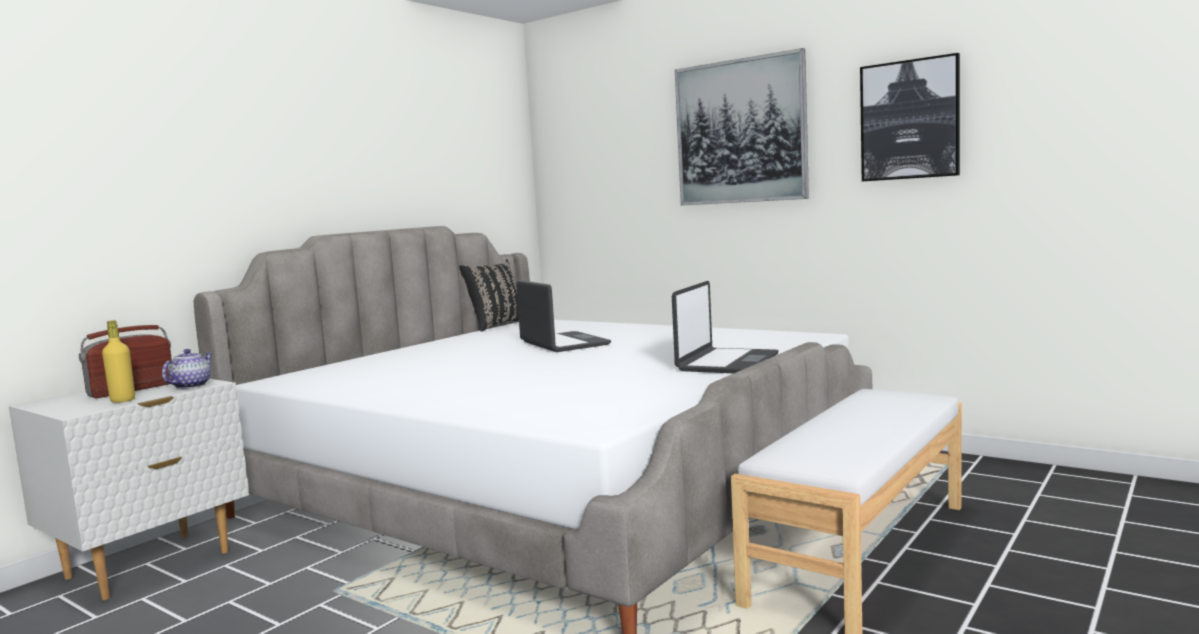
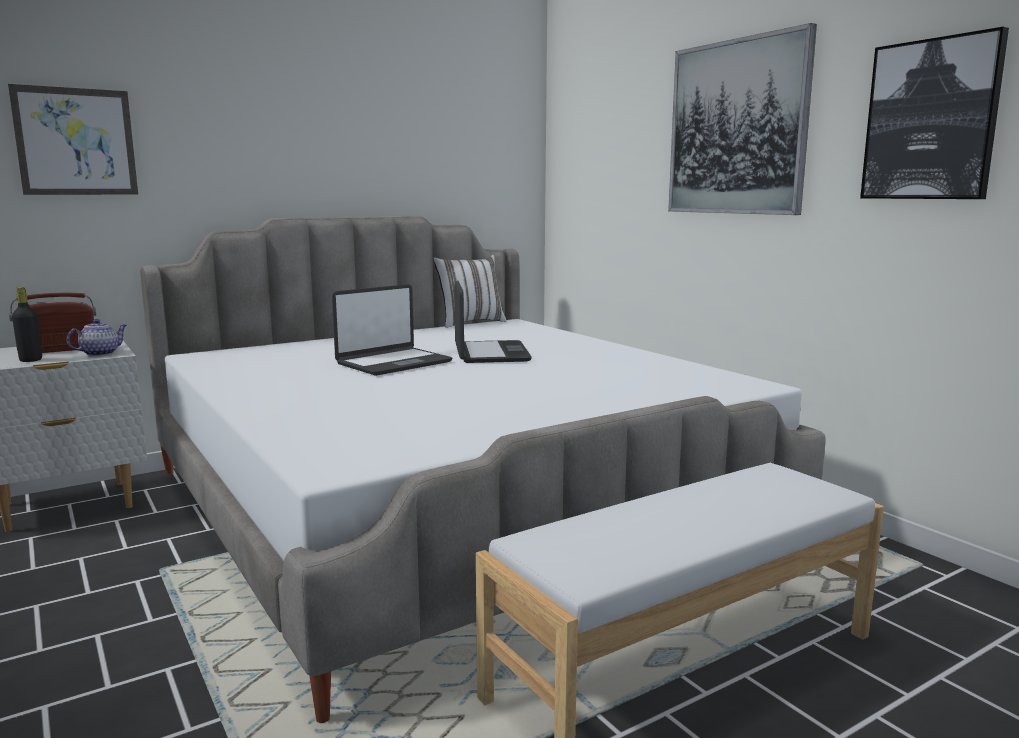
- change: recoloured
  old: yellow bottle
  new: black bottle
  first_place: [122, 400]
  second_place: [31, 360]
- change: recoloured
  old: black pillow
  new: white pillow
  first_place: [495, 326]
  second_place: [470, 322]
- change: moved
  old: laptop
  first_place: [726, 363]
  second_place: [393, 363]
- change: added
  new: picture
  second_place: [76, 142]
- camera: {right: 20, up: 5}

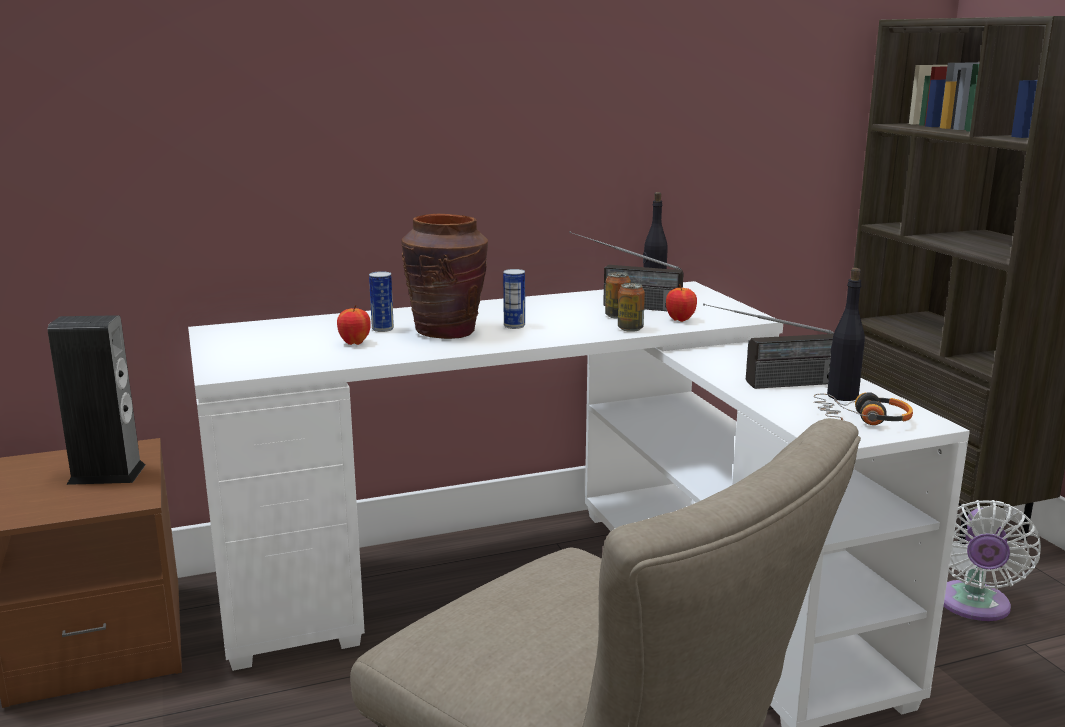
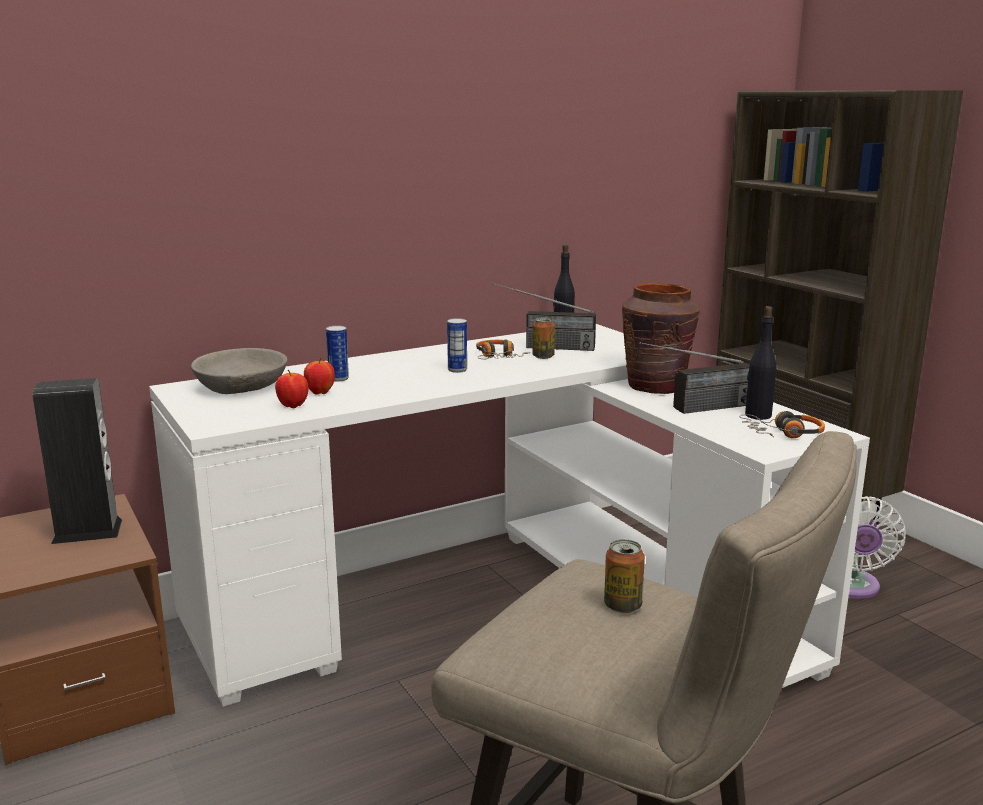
- change: moved
  old: brown vase
  first_place: [446, 331]
  second_place: [655, 387]
- change: moved
  old: can
  first_place: [630, 329]
  second_place: [622, 606]
- change: moved
  old: apple
  first_place: [680, 320]
  second_place: [293, 406]
- change: added
  new: grey bowl
  second_place: [242, 387]
- change: added
  new: headphones
  second_place: [498, 358]
- camera: {right: -10, up: 0}

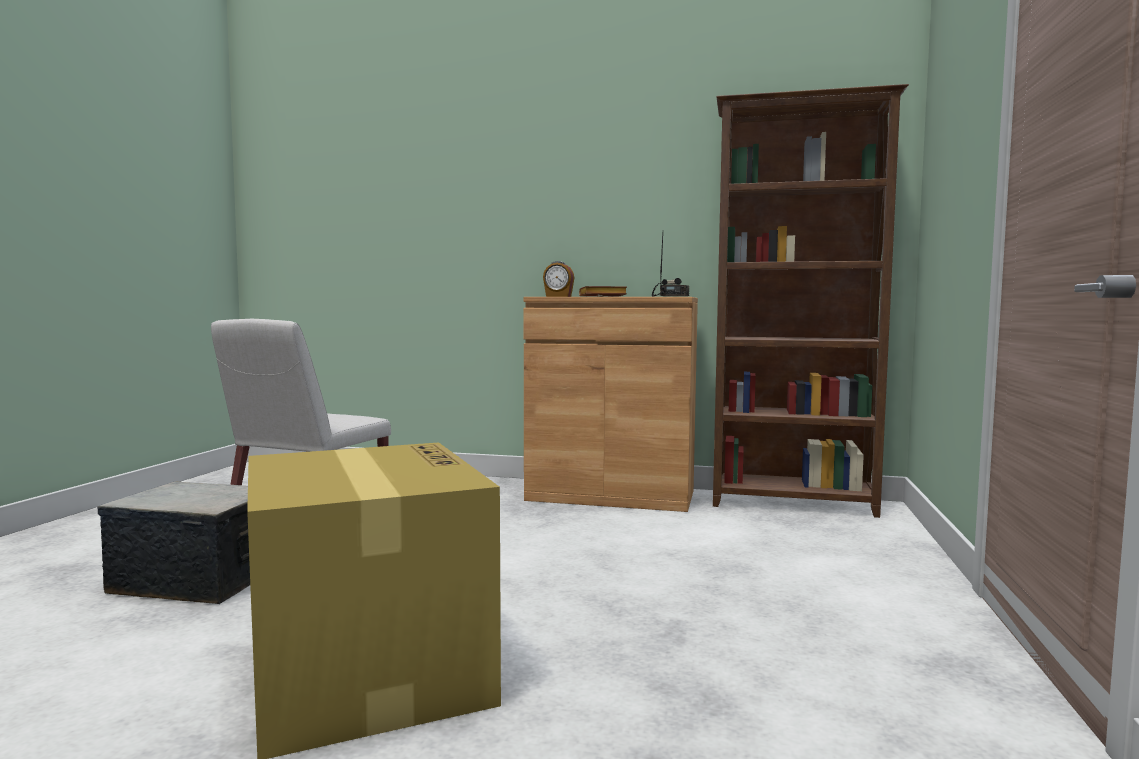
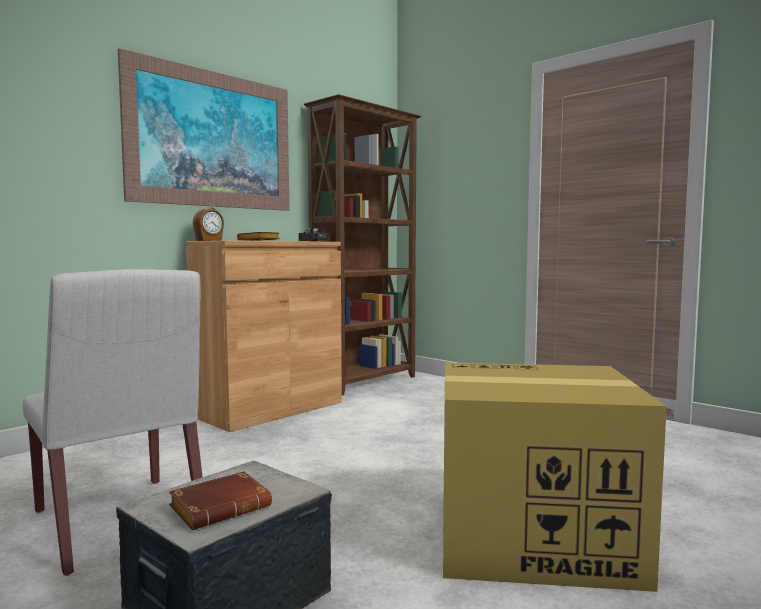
- change: added
  new: picture
  second_place: [213, 140]
- change: added
  new: brown book
  second_place: [222, 507]
- camera: {right: -60, up: 0}

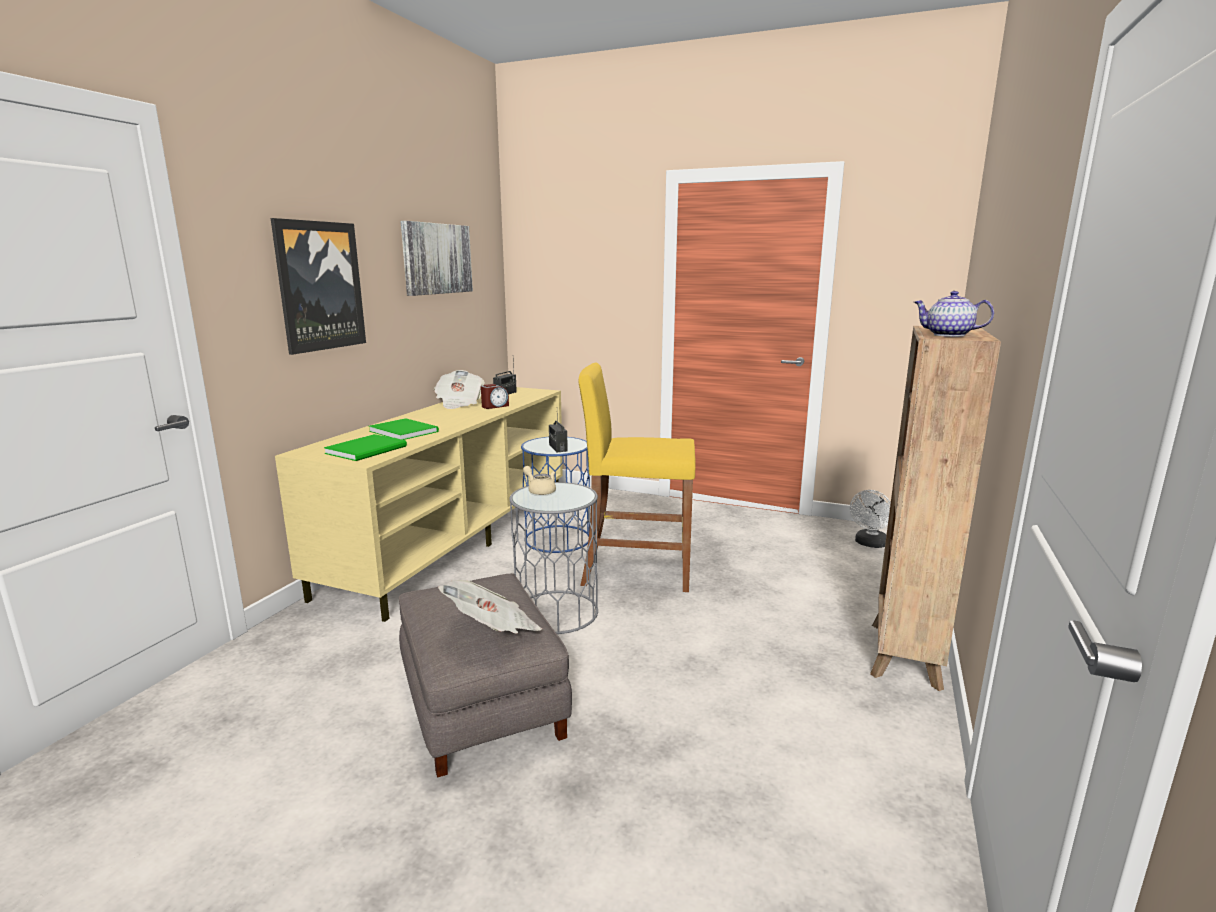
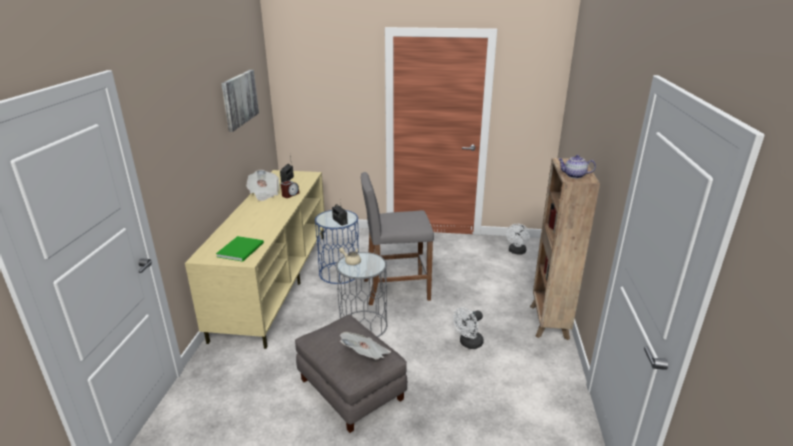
- change: removed
  old: picture
  first_place: [319, 286]
- change: removed
  old: green book
  first_place: [404, 431]
- change: recoloured
  old: yellow stool
  new: grey stool
  first_place: [636, 570]
  second_place: [396, 289]
- change: added
  new: white fan
  second_place: [468, 343]
- camera: {right: -15, up: 10}

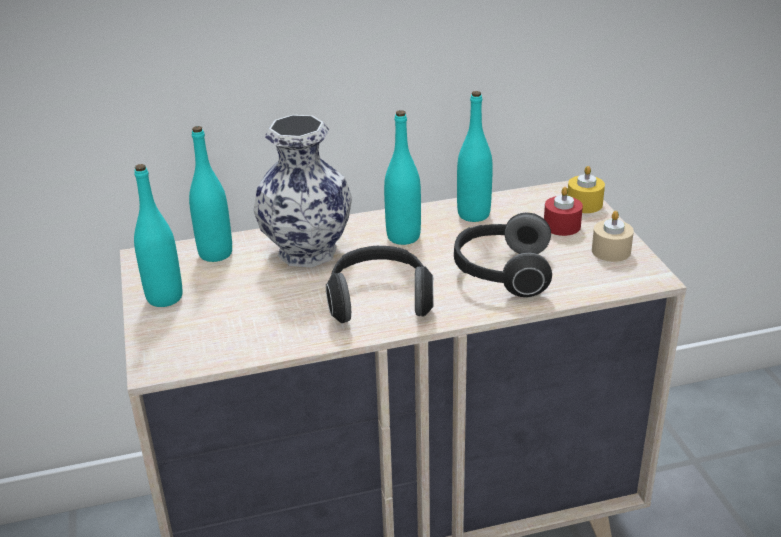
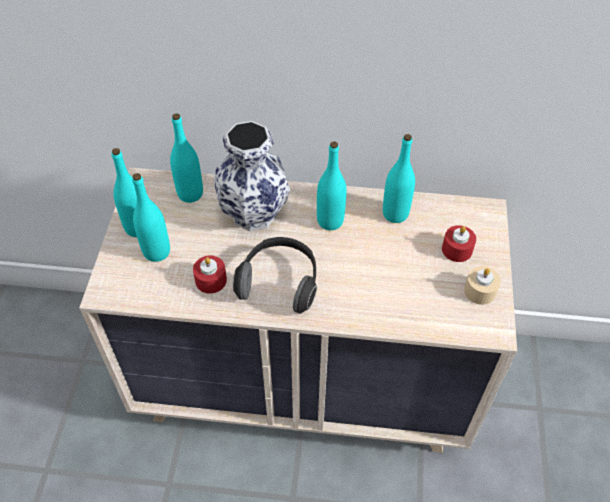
- change: removed
  old: headphones
  first_place: [501, 273]
- change: removed
  old: yellow candle
  first_place: [584, 204]
- change: added
  new: turquoise bottle
  second_place: [157, 252]
- change: added
  new: red candle
  second_place: [211, 280]
- camera: {right: 20, up: 20}

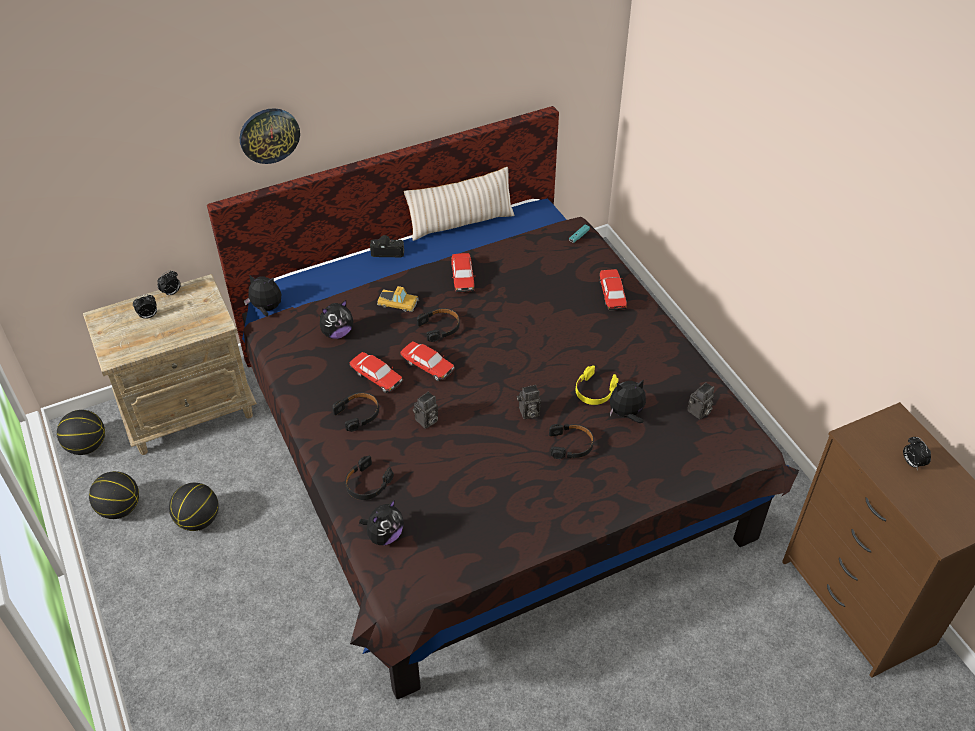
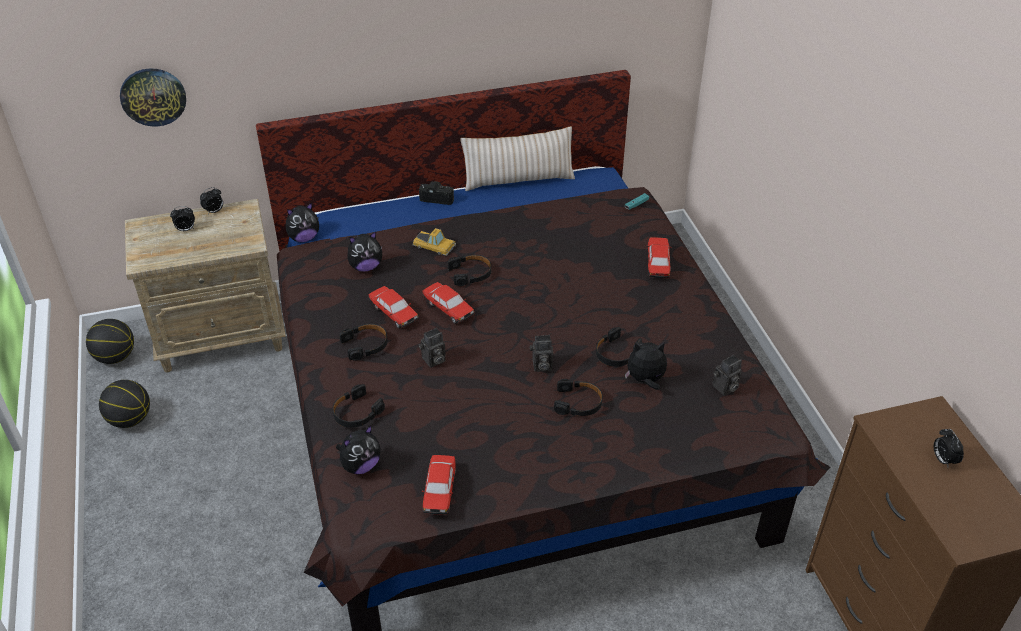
- change: removed
  old: basketball
  first_place: [198, 520]
- change: moved
  old: wall clock
  first_place: [269, 135]
  second_place: [153, 96]
- change: turned
  old: plush toy
  first_place: [266, 309]
  second_place: [304, 238]
  degrees: 135
- change: moved
  old: toy car
  first_place: [462, 278]
  second_place: [440, 490]
- change: recoloured
  old: yellow headphones
  new: black headphones
  first_place: [594, 391]
  second_place: [616, 353]
- camera: {right: 10, up: -5}

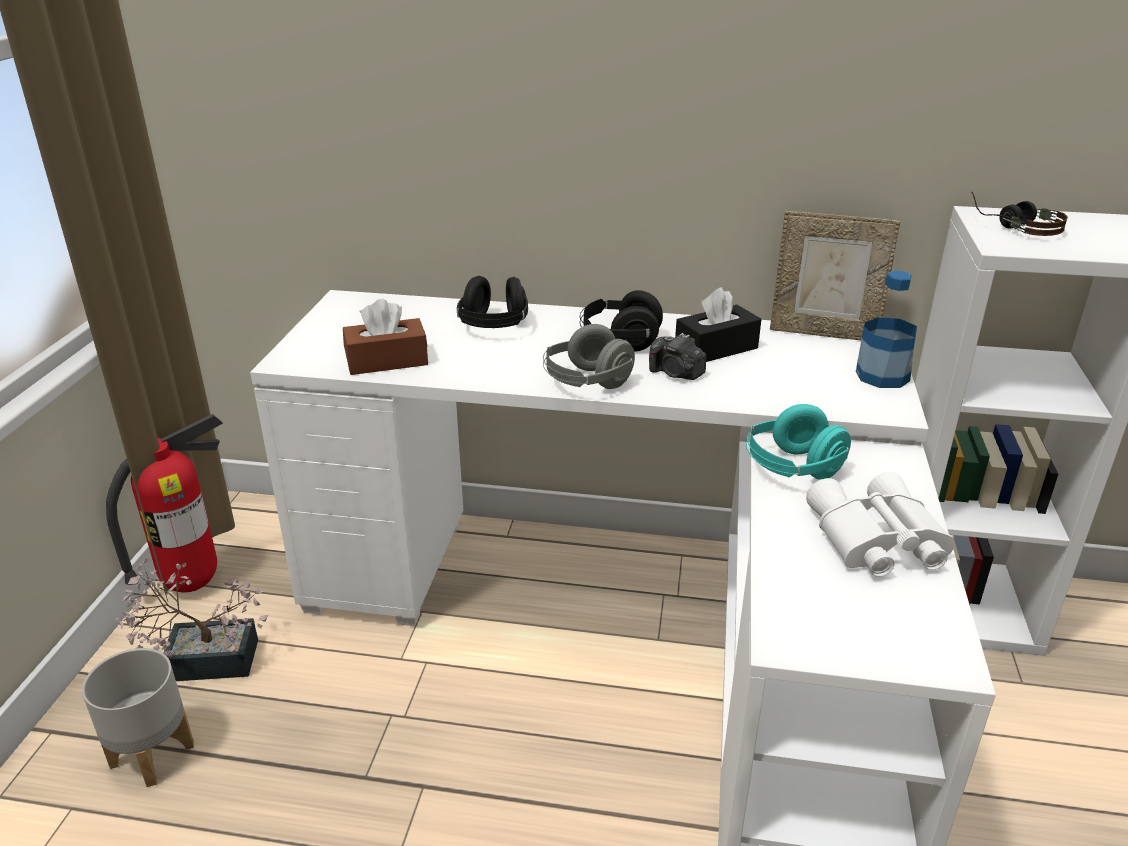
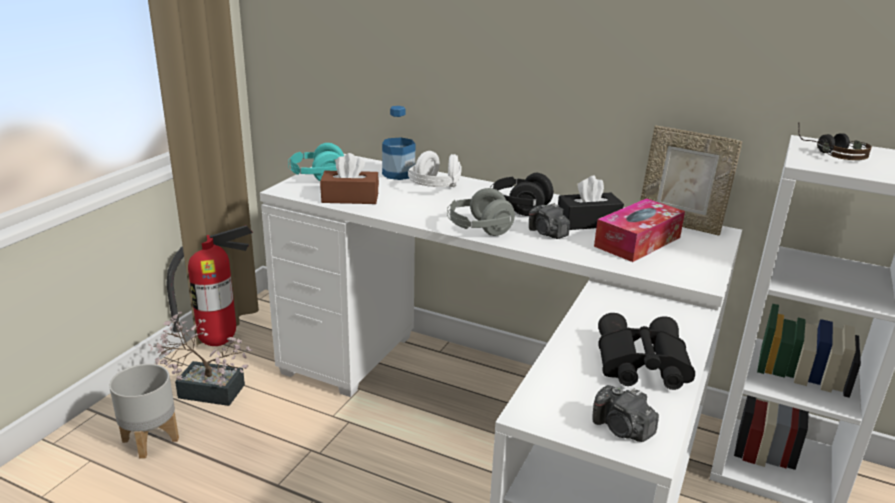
- change: recoloured
  old: black headphones
  new: white headphones
  first_place: [494, 327]
  second_place: [435, 188]
- change: moved
  old: turquoise headphones
  first_place: [792, 468]
  second_place: [317, 178]
- change: recoloured
  old: white binoculars
  new: black binoculars
  first_place: [875, 540]
  second_place: [639, 364]
- change: moved
  old: bottle
  first_place: [882, 376]
  second_place: [398, 174]
- change: added
  new: photo camera
  second_place: [622, 429]
- change: added
  new: tissue box
  second_place: [637, 242]
- camera: {right: 15, up: -5}

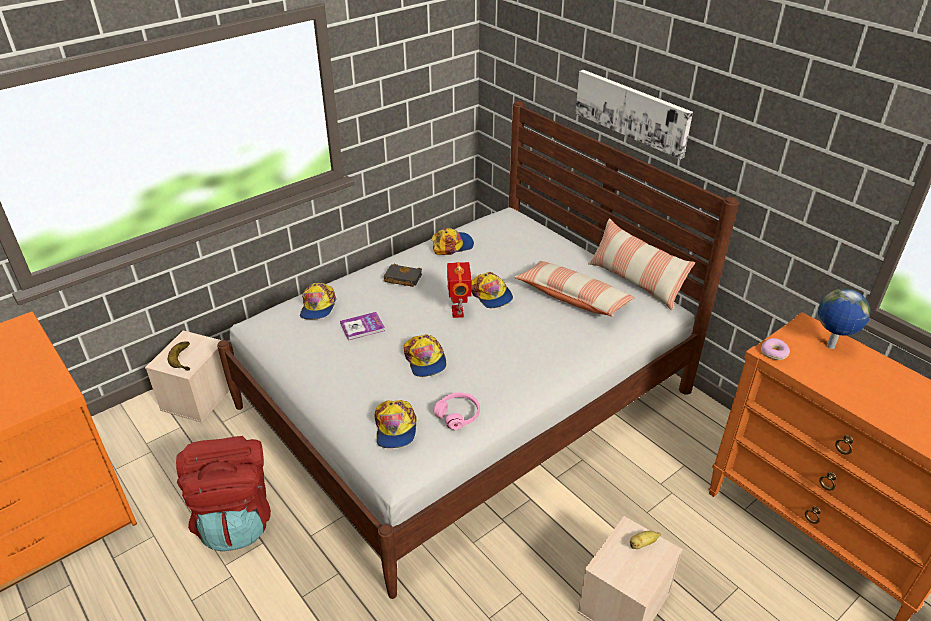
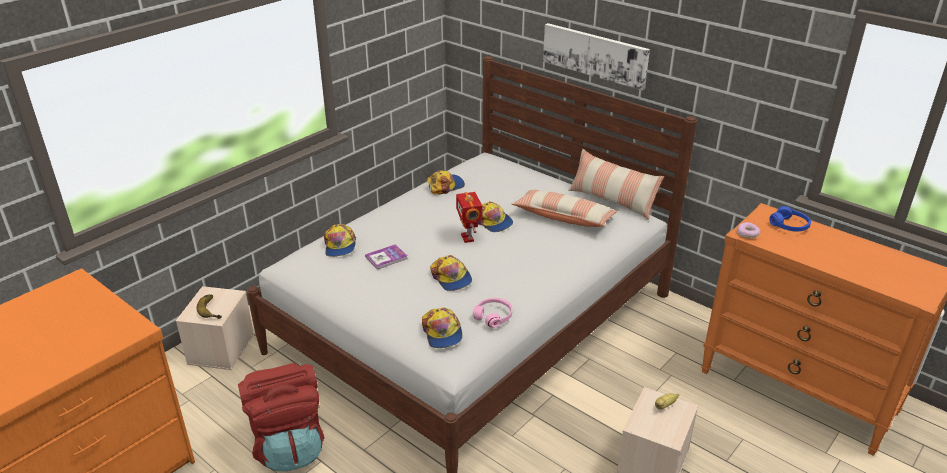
- change: removed
  old: black book
  first_place: [401, 278]
- change: replaced
  old: globe
  new: blue headphones
  first_place: [830, 347]
  second_place: [789, 225]
- camera: {right: -10, up: -5}

